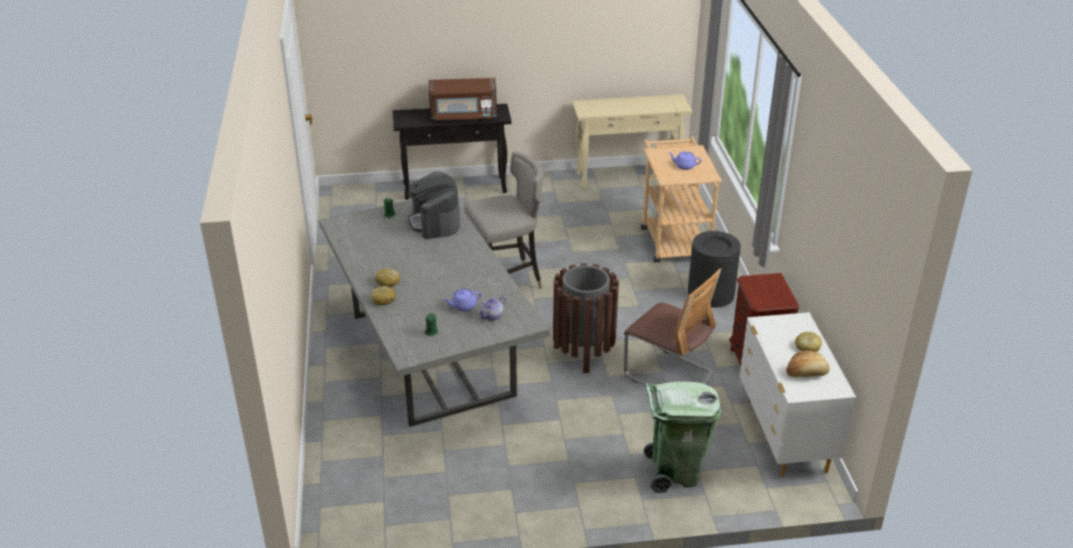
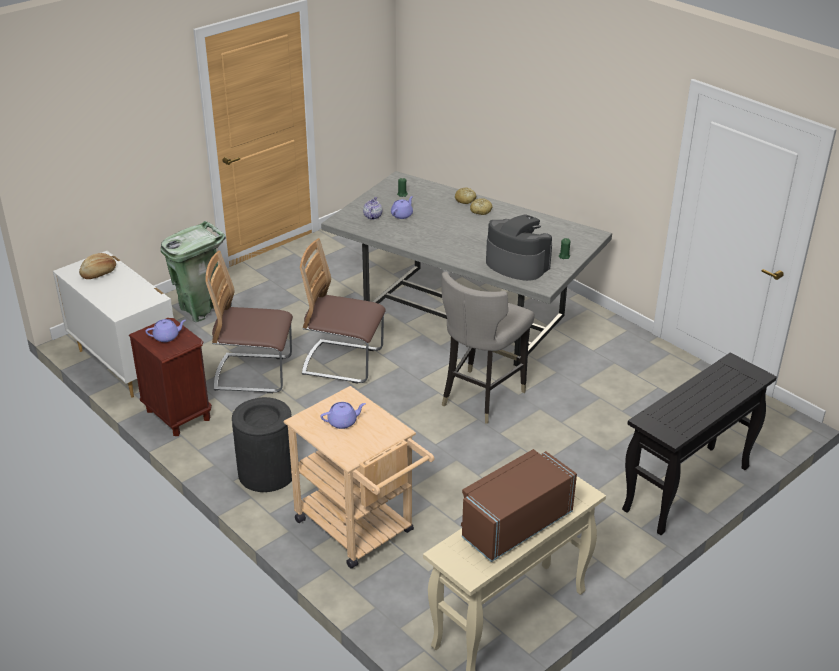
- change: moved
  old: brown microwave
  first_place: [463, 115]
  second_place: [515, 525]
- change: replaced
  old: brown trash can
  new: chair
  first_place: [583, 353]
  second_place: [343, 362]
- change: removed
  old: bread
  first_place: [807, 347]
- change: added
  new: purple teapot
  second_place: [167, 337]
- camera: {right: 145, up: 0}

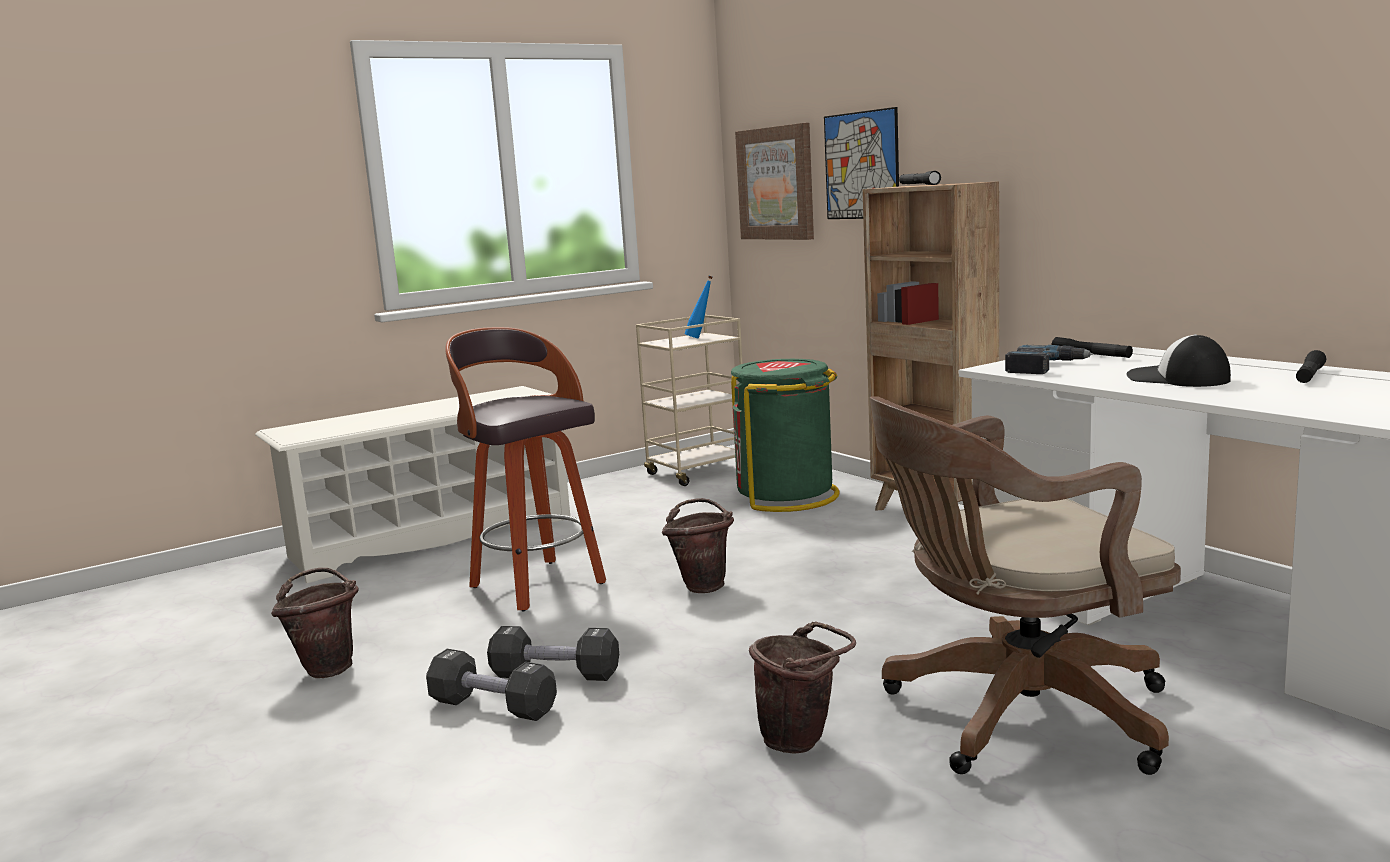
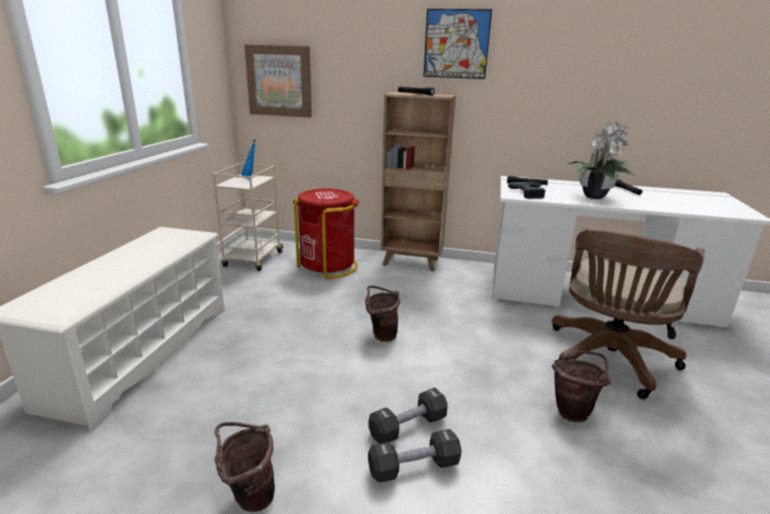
- change: removed
  old: stool
  first_place: [535, 584]
- change: recoloured
  old: green trash can
  new: red trash can
  first_place: [787, 496]
  second_place: [328, 266]
- change: moved
  old: picture
  first_place: [861, 165]
  second_place: [456, 44]
- change: replaced
  old: cap
  new: potted plant
  first_place: [1177, 379]
  second_place: [594, 196]
- camera: {right: -45, up: 10}

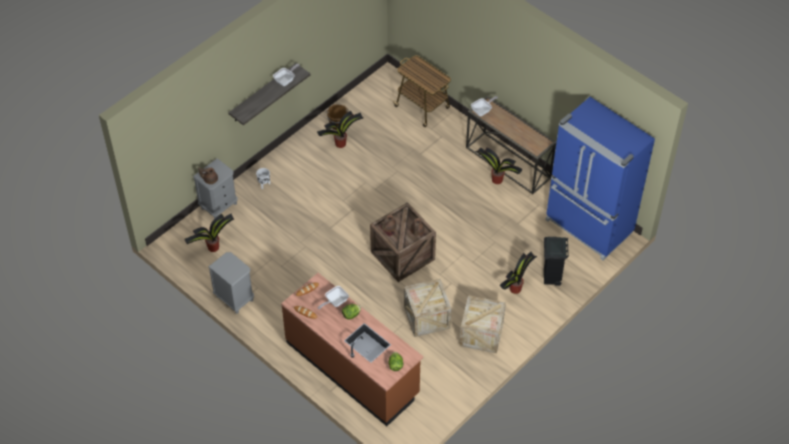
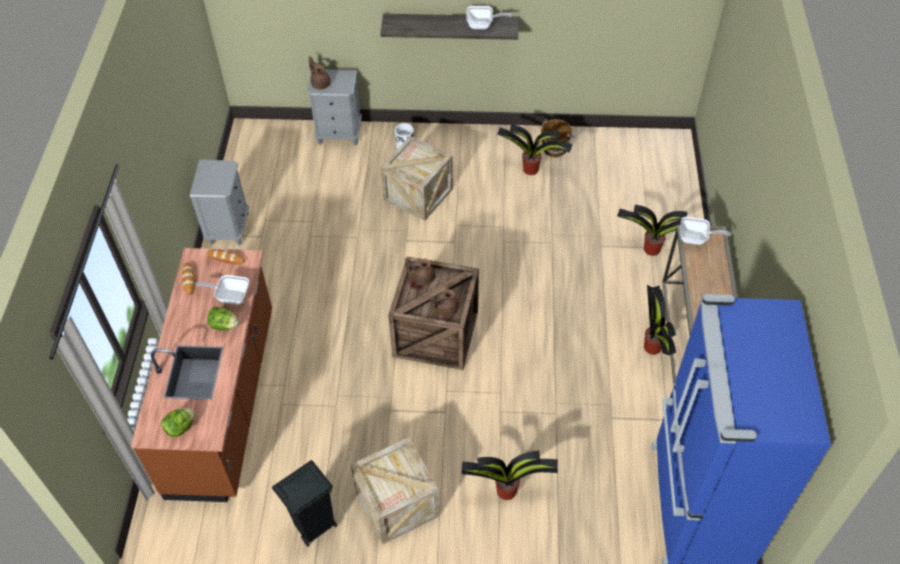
- change: moved
  old: potted plant
  first_place: [212, 247]
  second_place: [650, 249]
- change: removed
  old: cart
  first_place: [422, 108]
- change: moved
  old: crate
  first_place: [427, 317]
  second_place: [418, 194]
- change: moved
  old: black trash can
  first_place: [551, 278]
  second_place: [314, 527]
- camera: {right: 50, up: 0}

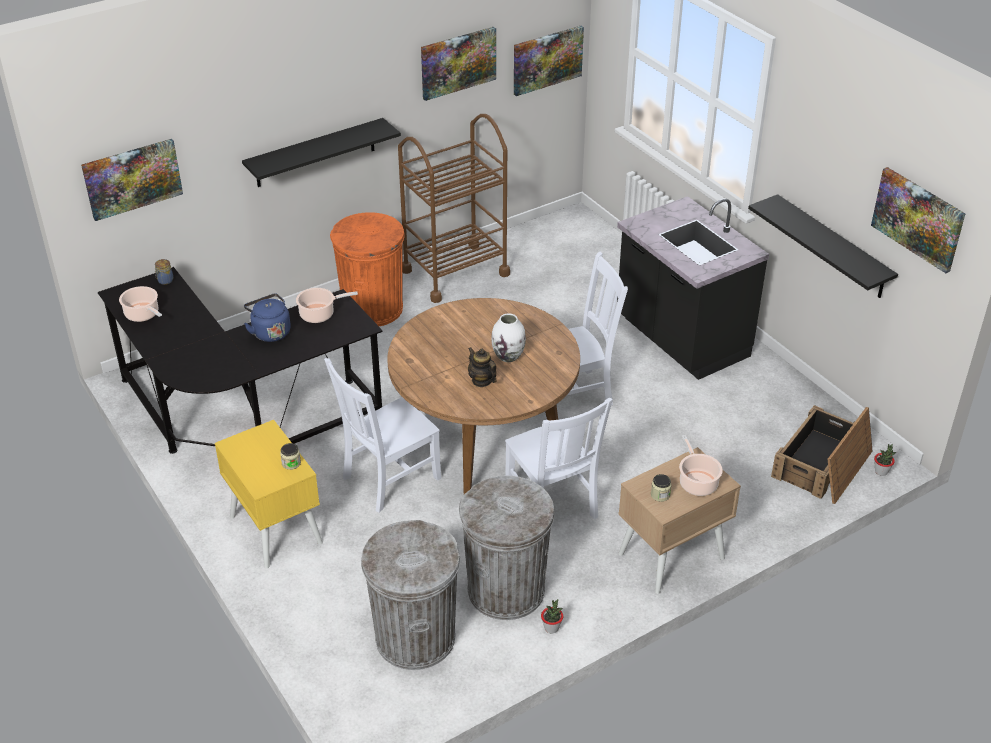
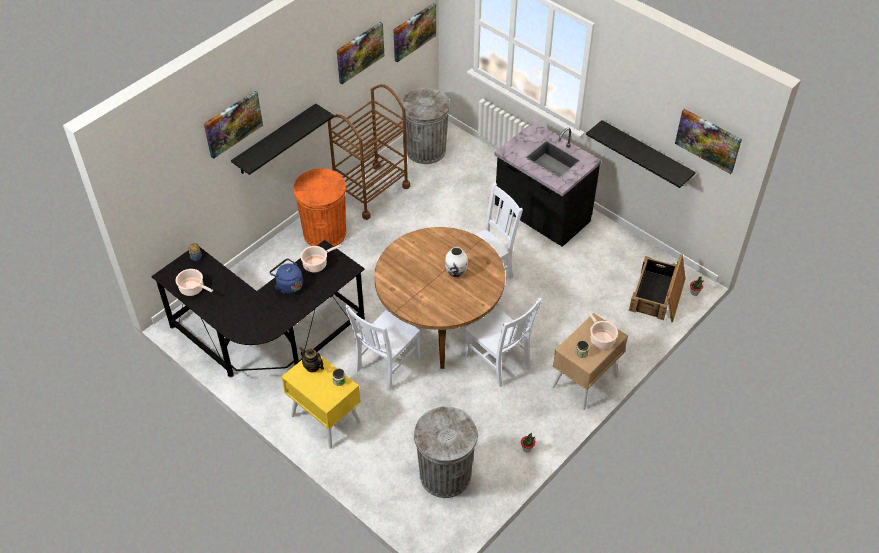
- change: moved
  old: picture
  first_place: [132, 178]
  second_place: [232, 123]
- change: moved
  old: grey trash can
  first_place: [506, 590]
  second_place: [426, 150]
- change: moved
  old: teapot
  first_place: [482, 381]
  second_place: [312, 366]
- camera: {right: -15, up: 10}

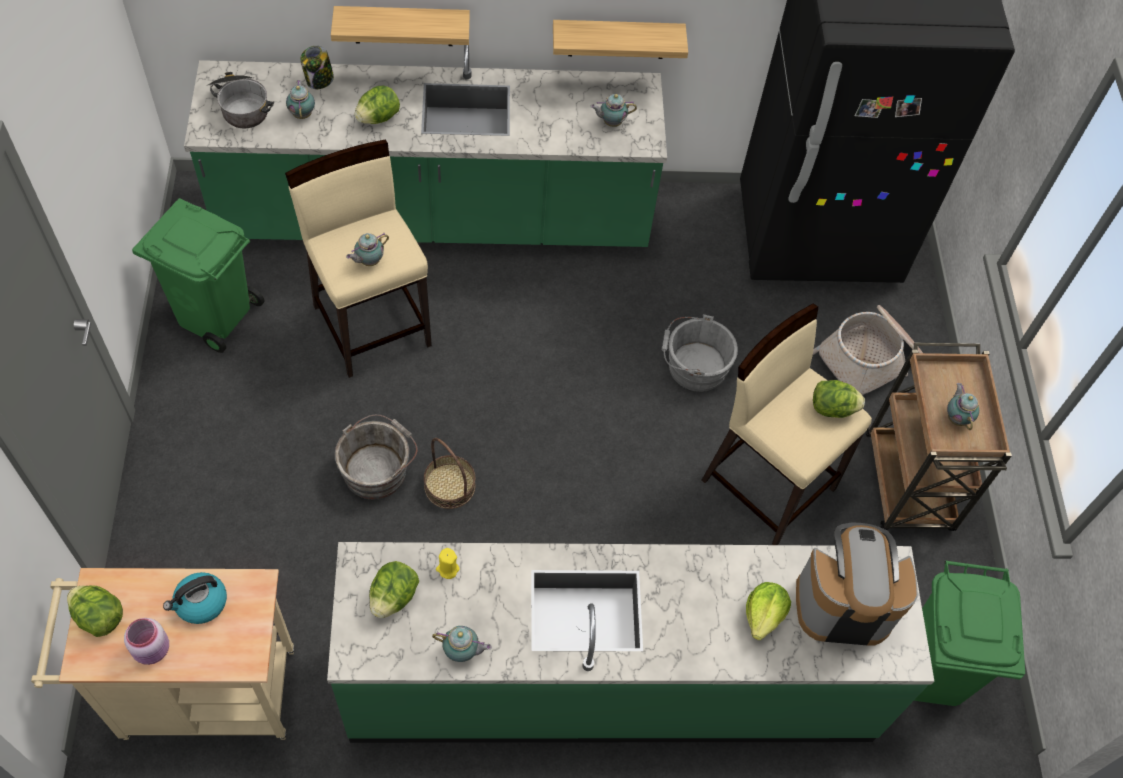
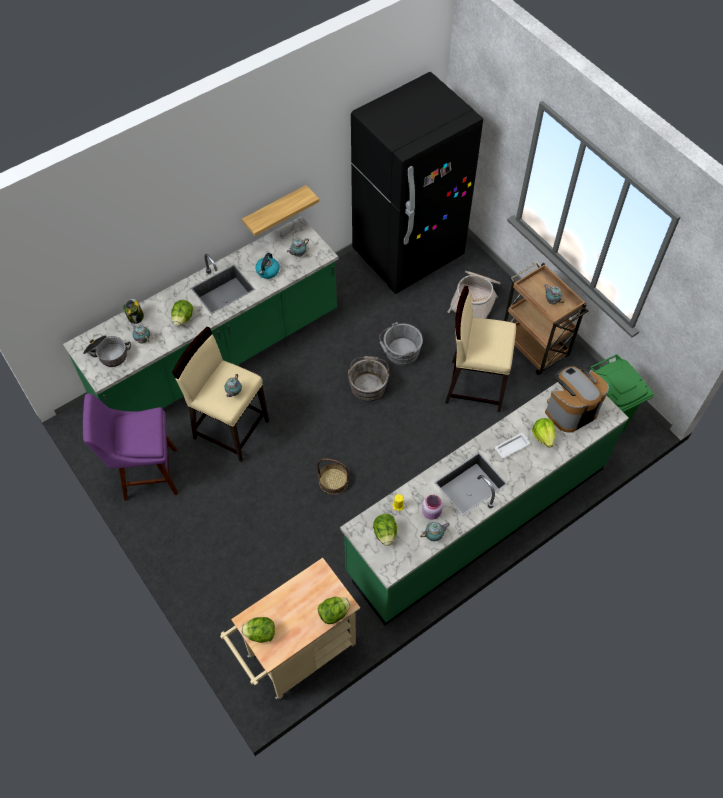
- change: moved
  old: pink jar
  first_place: [153, 650]
  second_place: [432, 512]
- change: replaced
  old: green trash can
  new: purple stool
  first_place: [215, 314]
  second_place: [145, 474]
- change: moved
  old: kettle
  first_place: [200, 603]
  second_place: [267, 271]
- change: removed
  old: shelf
  first_place: [403, 26]
- change: moved
  old: grey bucket
  first_place: [378, 468]
  second_place: [368, 385]
- change: moved
  old: lettuce
  first_place: [832, 408]
  second_place: [333, 613]
- change: added
  new: white tray
  second_place: [512, 446]
- camera: {right: -30, up: 0}

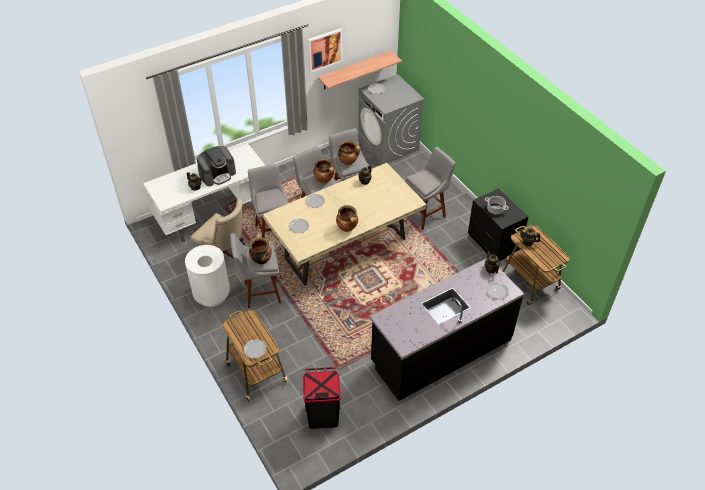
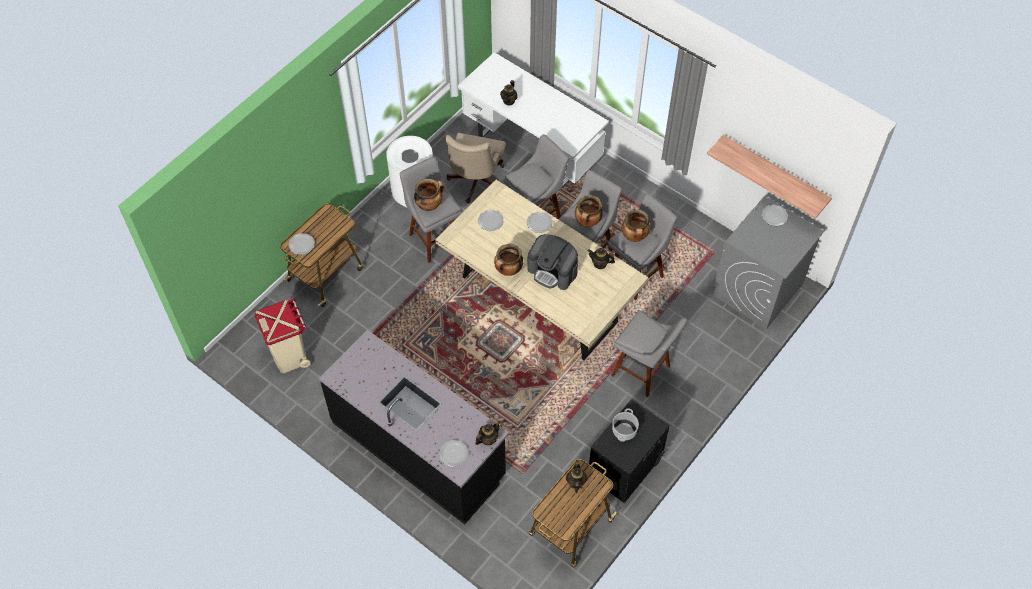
- change: moved
  old: coffee machine
  first_place: [217, 174]
  second_place: [553, 270]
- change: recoloured
  old: black trash can
  new: beige trash can
  first_place: [323, 416]
  second_place: [289, 355]
- change: removed
  old: picture
  first_place: [324, 50]
- camera: {right: 70, up: 10}

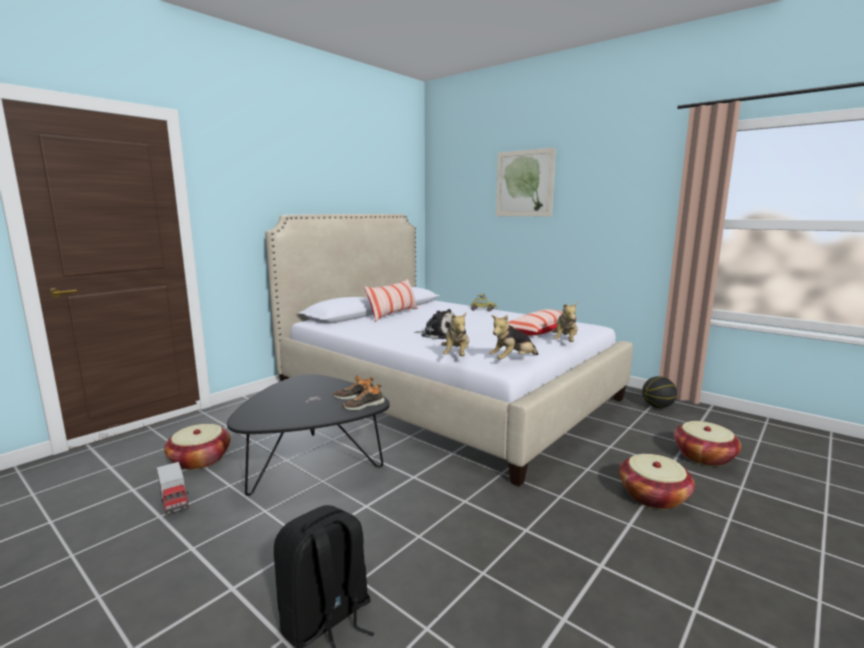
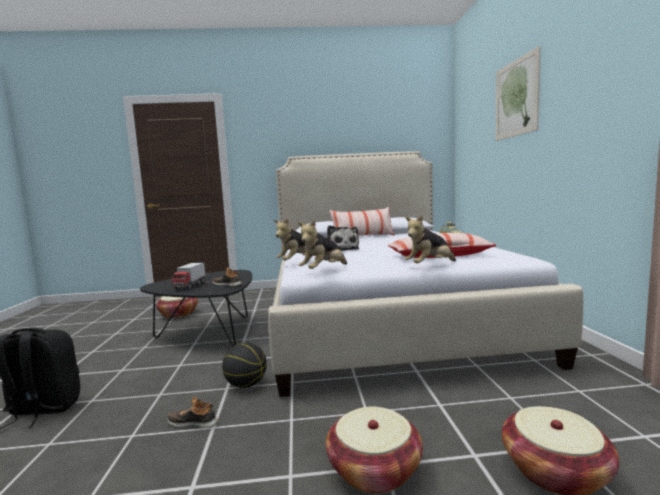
- change: moved
  old: toy truck
  first_place: [174, 502]
  second_place: [189, 286]
- change: moved
  old: shoe
  first_place: [363, 405]
  second_place: [193, 422]
- change: turned
  old: plush toy
  first_place: [513, 360]
  second_place: [323, 270]
  degrees: -60
- change: moved
  old: basketball
  first_place: [657, 406]
  second_place: [246, 385]
- camera: {right: 45, up: -5}

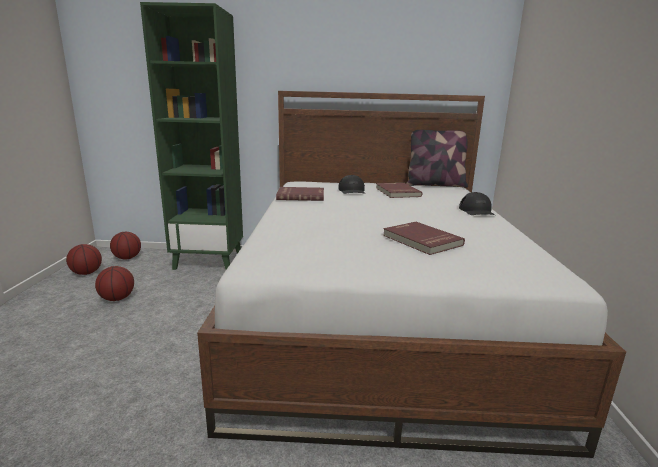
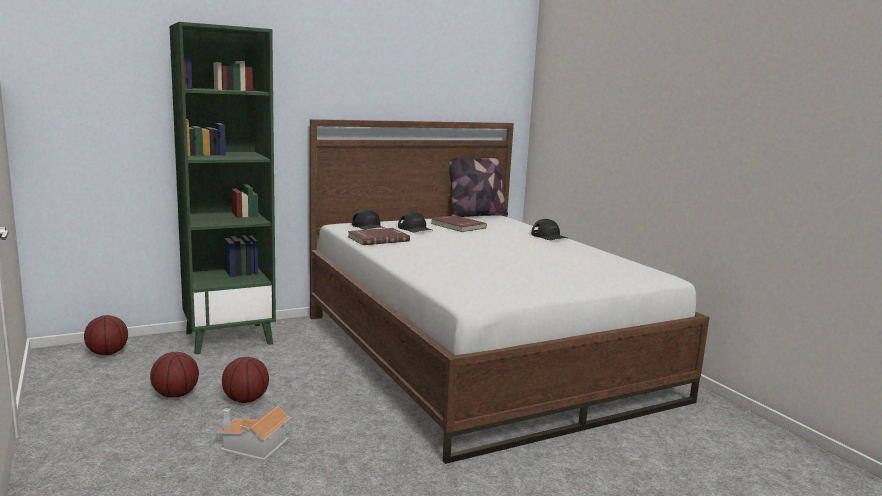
- change: moved
  old: basketball
  first_place: [87, 273]
  second_place: [246, 400]
- change: removed
  old: red book
  first_place: [421, 240]
- change: added
  new: toy house
  second_place: [254, 447]
- change: added
  new: black cap
  second_place: [368, 226]
- camera: {right: -30, up: -5}

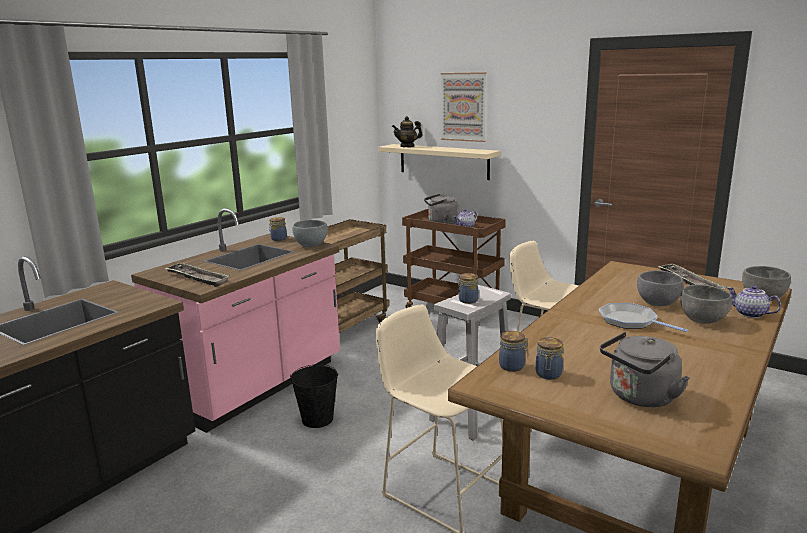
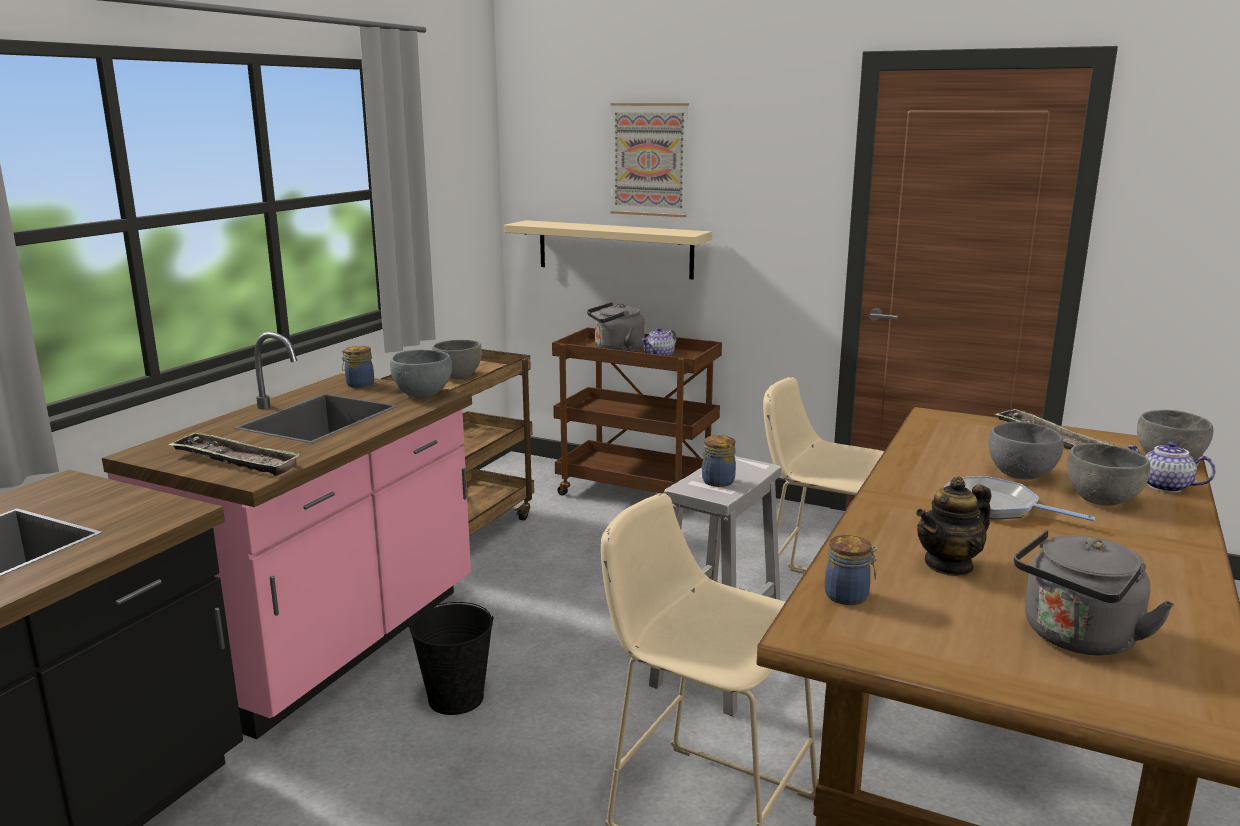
- change: moved
  old: teapot
  first_place: [407, 146]
  second_place: [949, 565]
- change: removed
  old: jar
  first_place: [548, 375]
- change: added
  new: grey bowl
  second_place: [458, 376]
- camera: {right: -10, up: 0}

